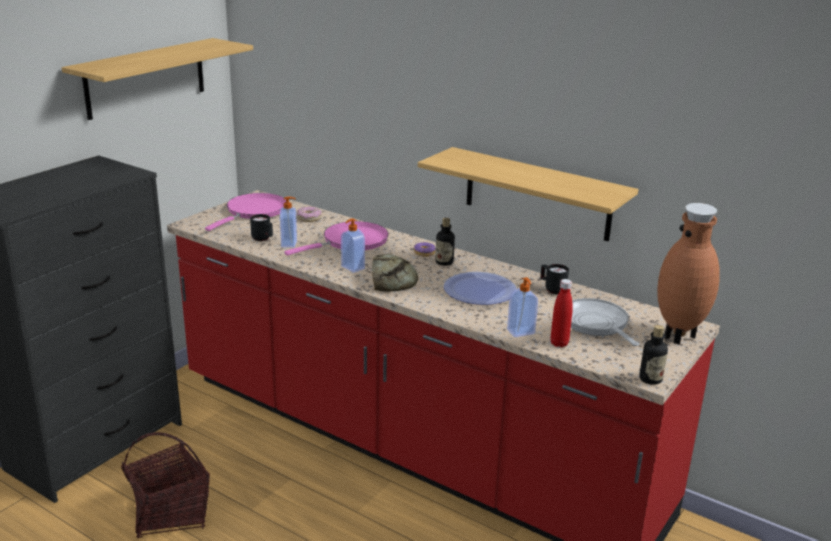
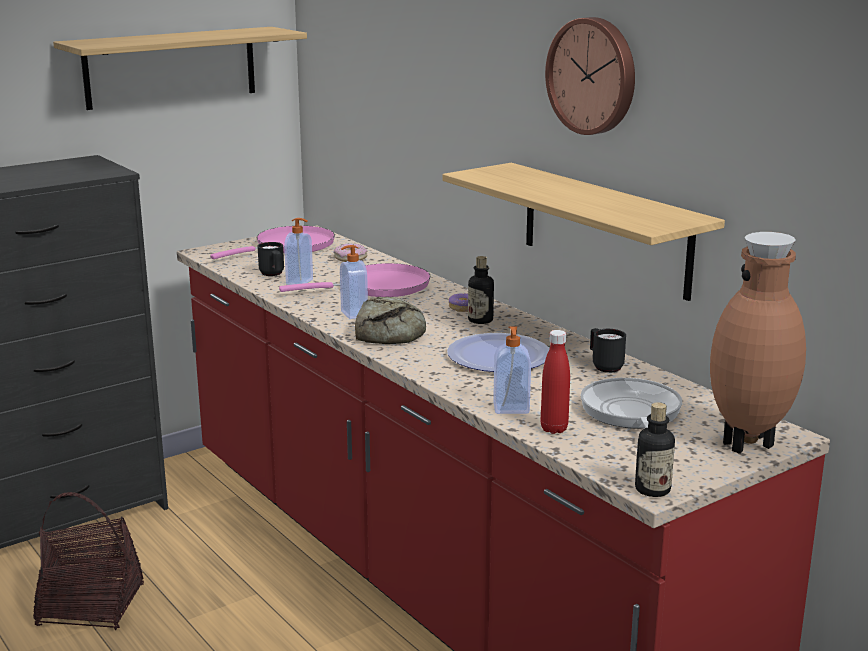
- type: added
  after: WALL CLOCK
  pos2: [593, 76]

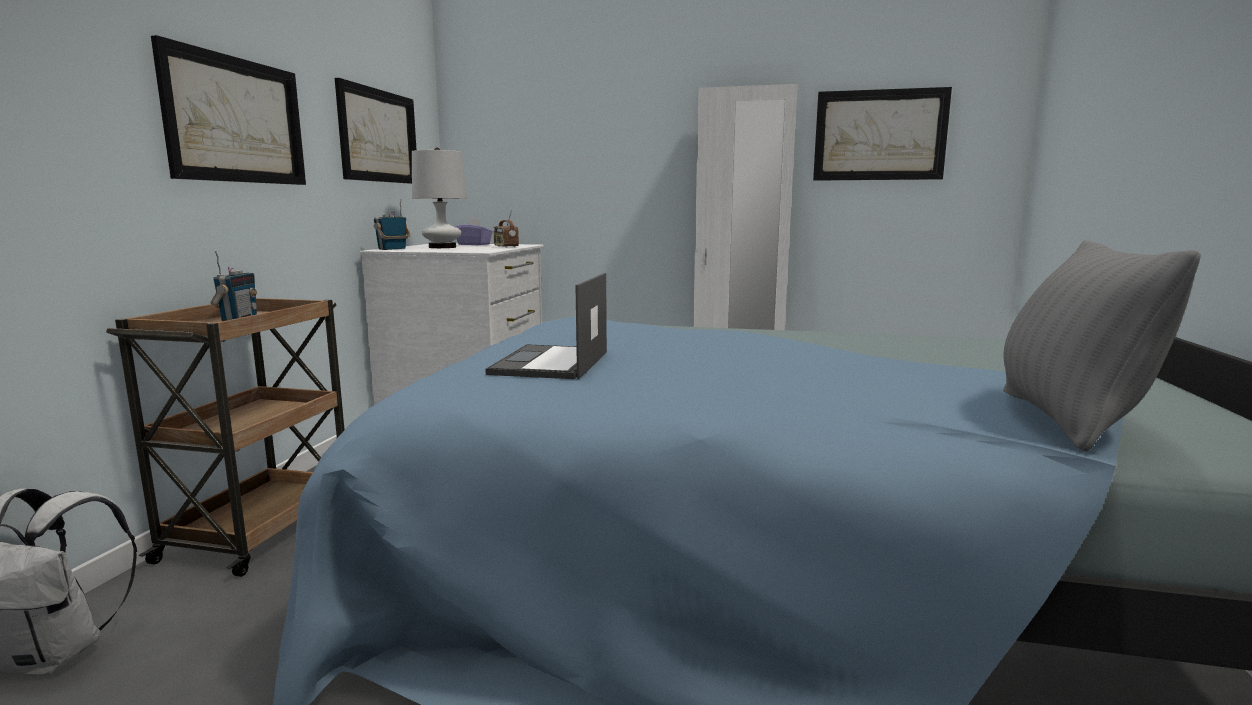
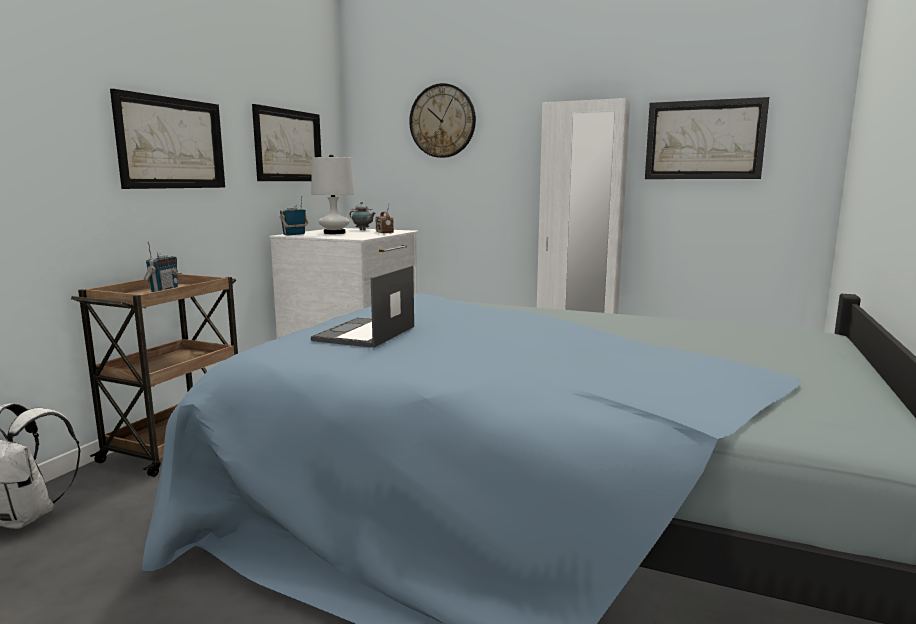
- type: replaced
  before: PURPLE TISSUE BOX
  after: TEAPOT
  pos1: [474, 244]
  pos2: [363, 230]
- type: added
  after: WALL CLOCK
  pos2: [442, 121]
- type: removed
  before: GREY PILLOW
  pos1: [1068, 420]

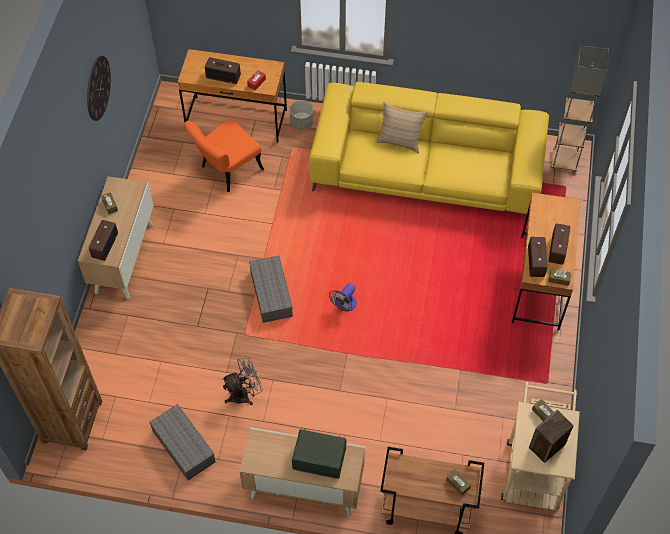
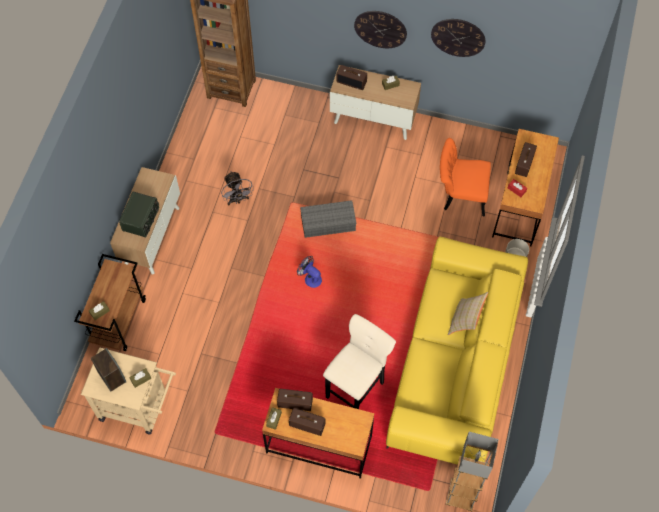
- type: added
  after: BEIGE STOOL
  pos2: [356, 387]
- type: added
  after: WALL CLOCK
  pos2: [380, 29]
- type: turned
  before: ORANGE CHAIR
  pos1: [227, 171]
  pos2: [460, 195]
  turn: -45
- type: removed
  before: GREY STORAGE BOX
  pos1: [182, 446]

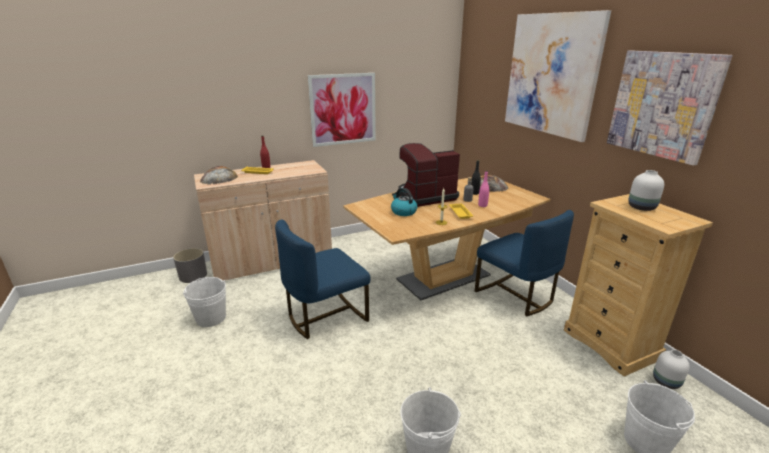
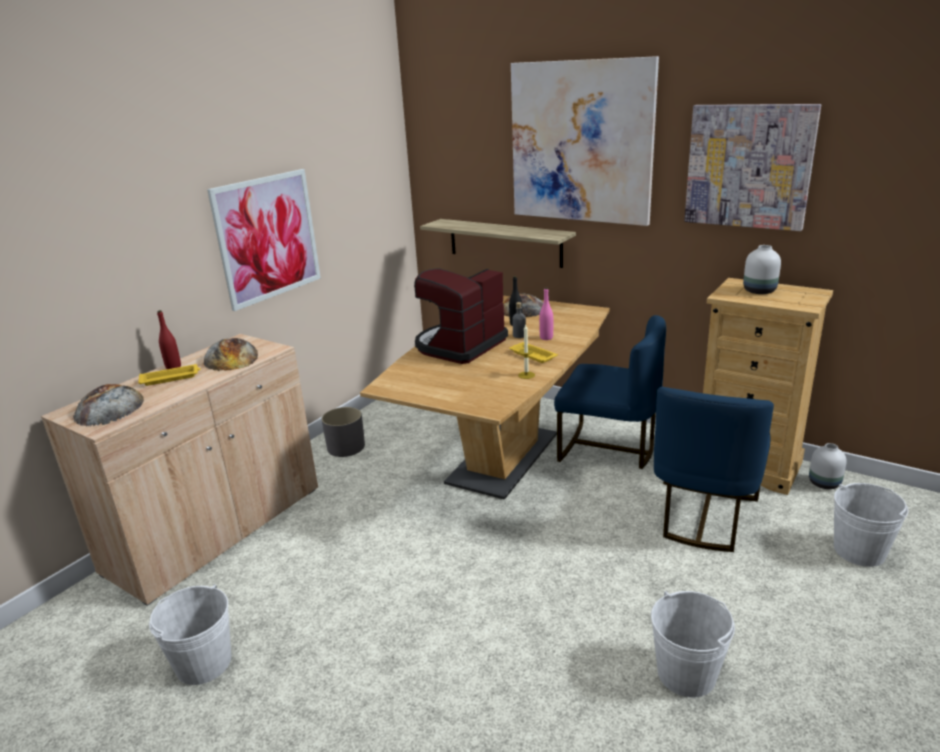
- type: added
  after: BREAD
  pos2: [231, 358]
- type: moved
  before: GREY PLANTER
  pos1: [193, 276]
  pos2: [346, 447]
- type: added
  after: SHELF
  pos2: [504, 242]
- type: moved
  before: BLUE CHAIR
  pos1: [325, 316]
  pos2: [703, 516]
- type: removed
  before: KETTLE
  pos1: [403, 212]

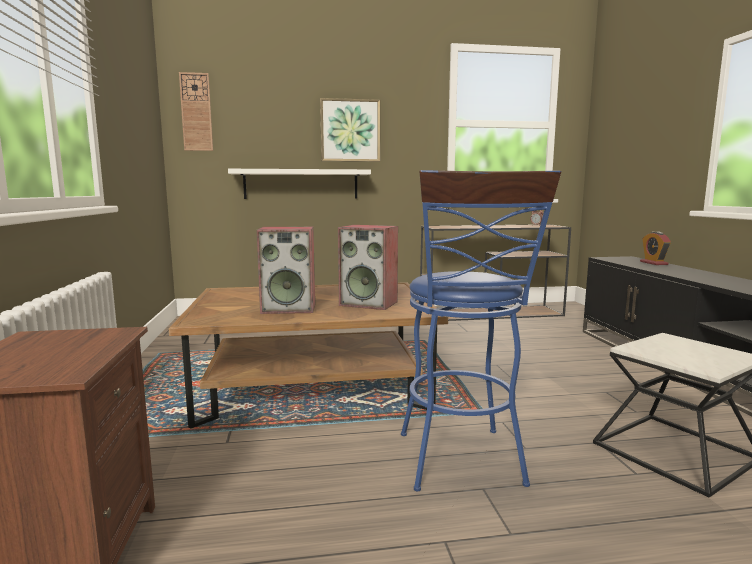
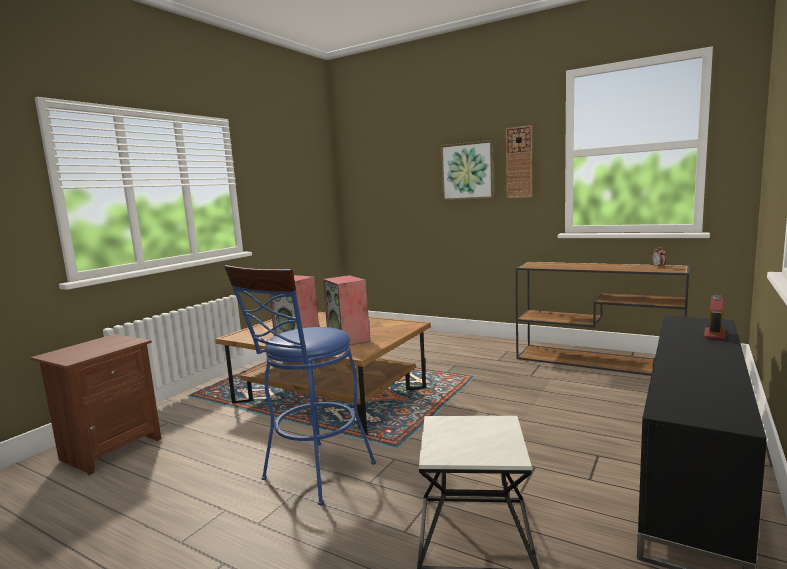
- type: moved
  before: WALL CLOCK
  pos1: [196, 112]
  pos2: [519, 162]
- type: removed
  before: WHITE SHELF
  pos1: [301, 184]

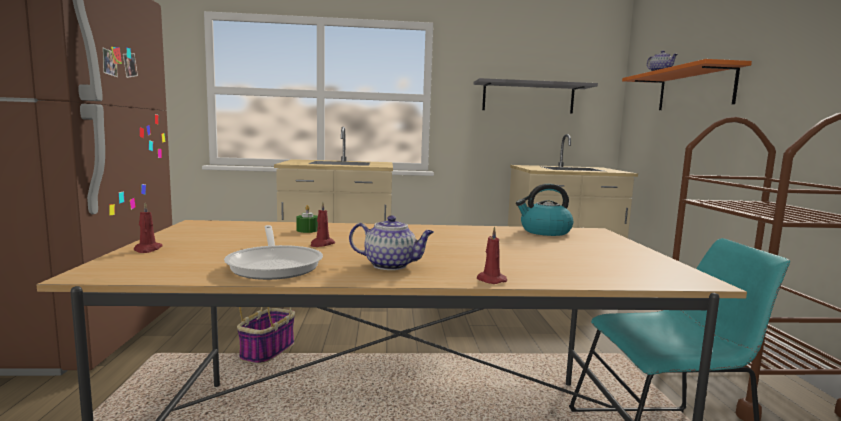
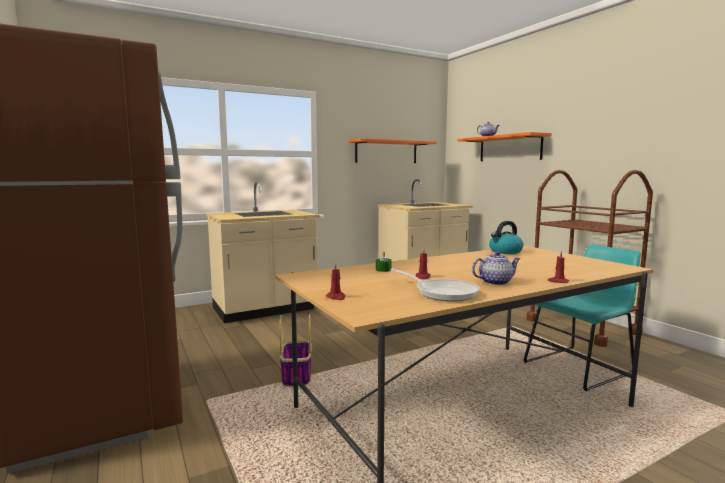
- type: recoloured
  before: GREY SHELF
  after: ORANGE SHELF
  pos1: [528, 97]
  pos2: [386, 152]

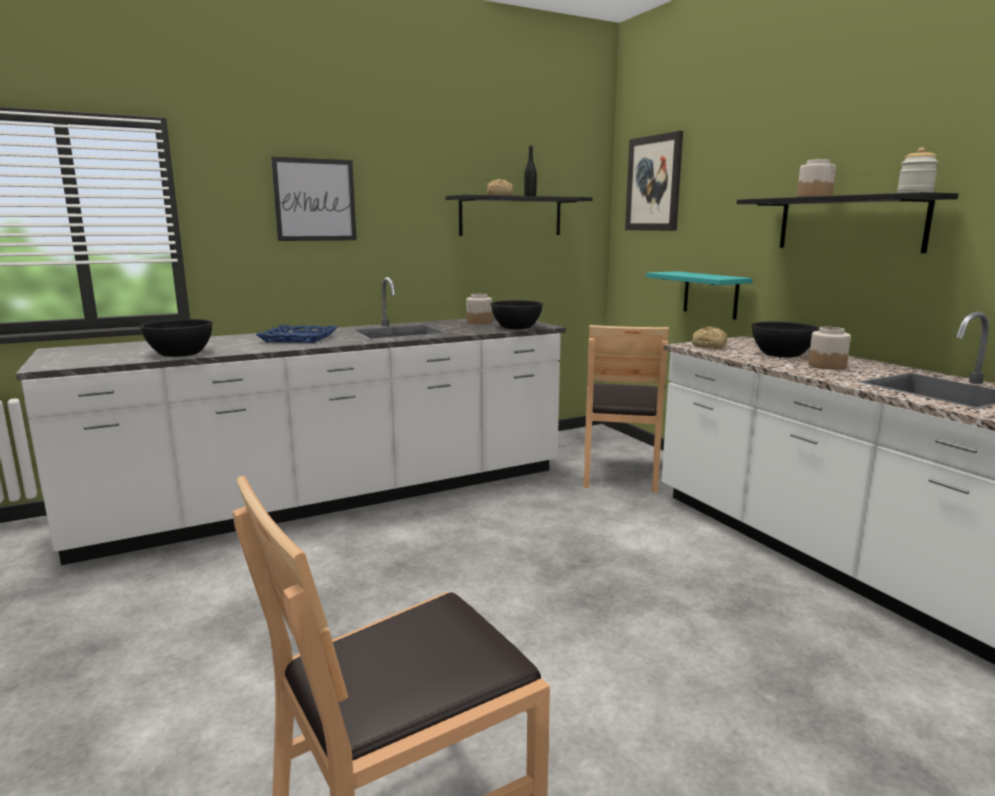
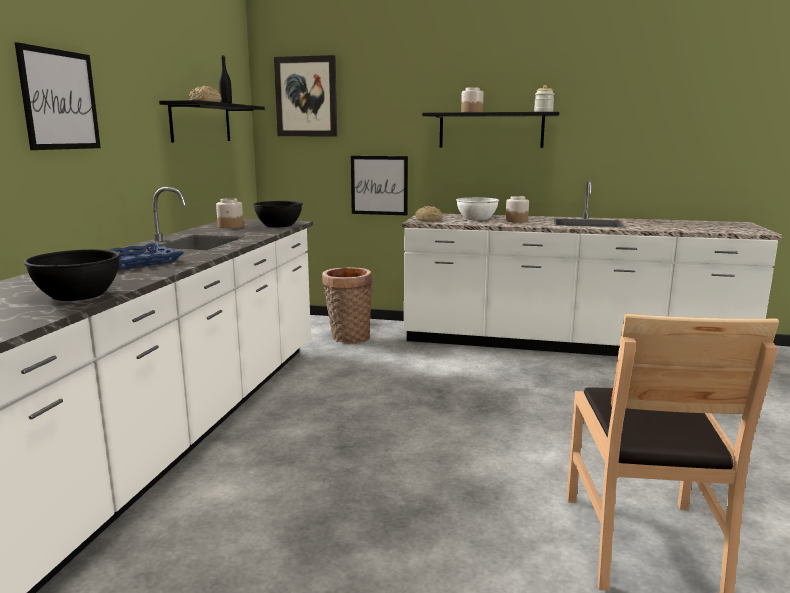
- type: replaced
  before: BROWN CHAIR
  after: BASKET
  pos1: [620, 473]
  pos2: [348, 338]
- type: replaced
  before: TURQUOISE SHELF
  after: PICTURE
  pos1: [710, 295]
  pos2: [379, 185]
- type: recoloured
  before: BLACK BOWL
  after: WHITE BOWL
  pos1: [781, 354]
  pos2: [476, 219]

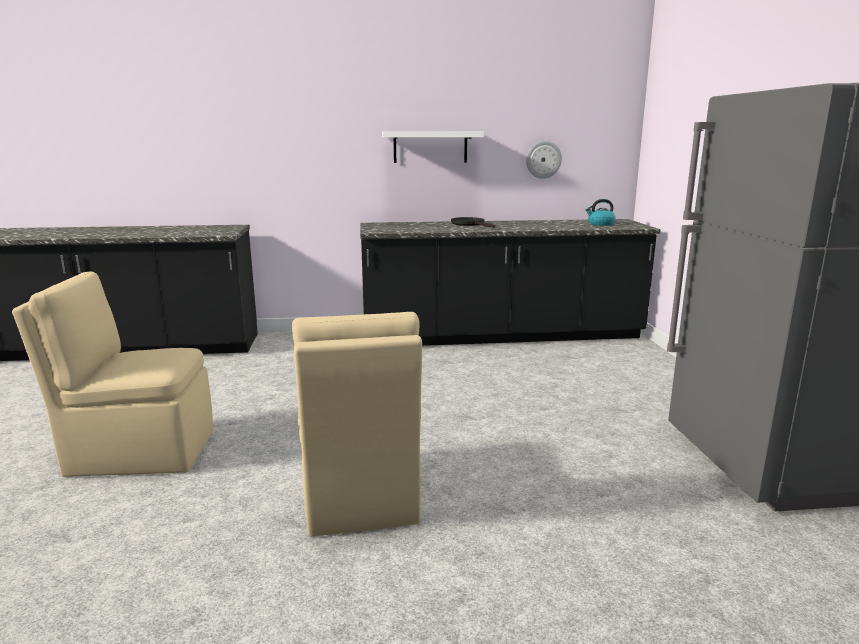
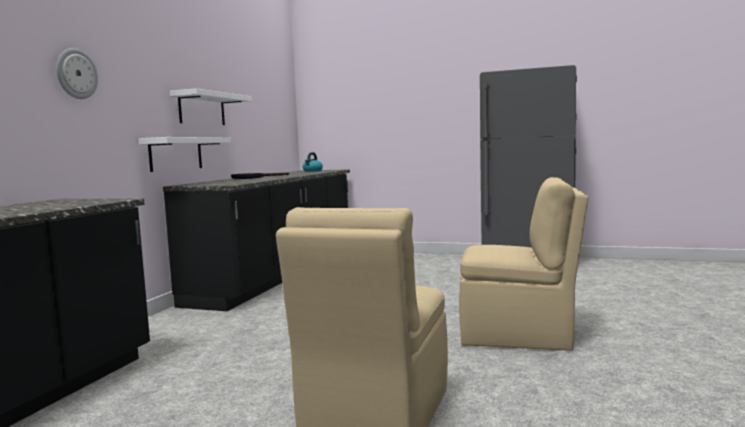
- type: moved
  before: WALL CLOCK
  pos1: [543, 159]
  pos2: [76, 74]
- type: added
  after: WHITE SHELF
  pos2: [176, 154]

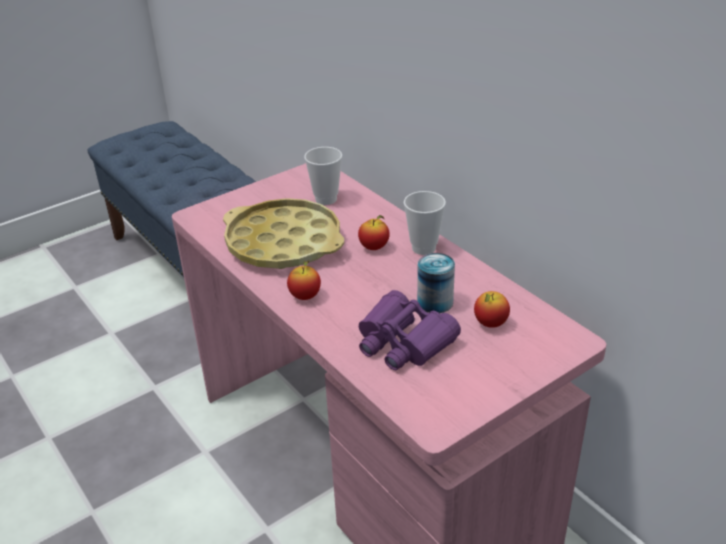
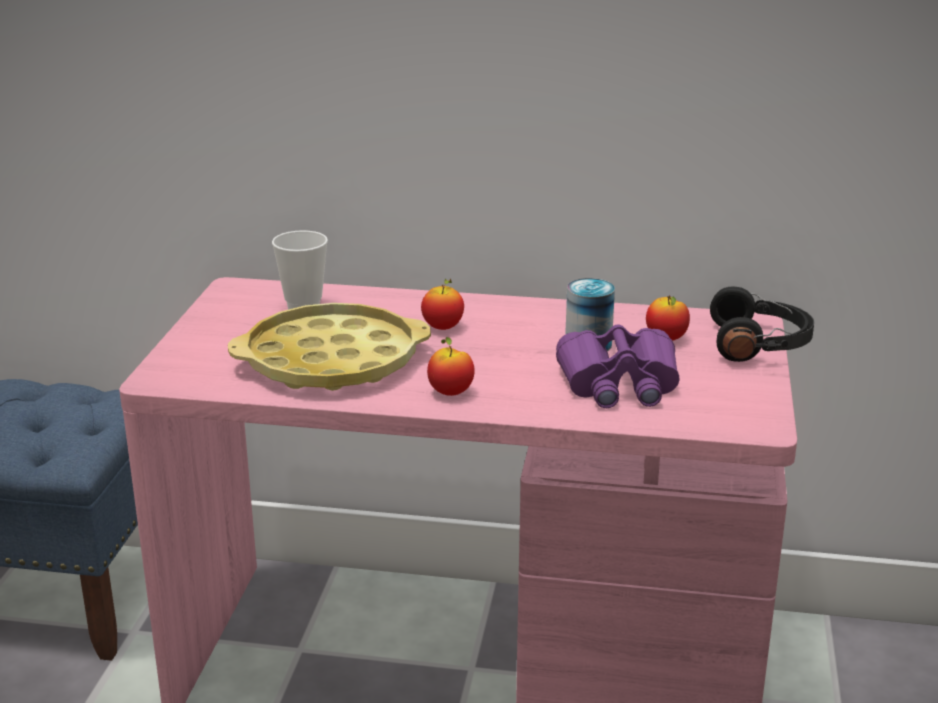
- type: added
  after: BLACK HEADPHONES
  pos2: [760, 344]
- type: removed
  before: CUP
  pos1: [423, 248]

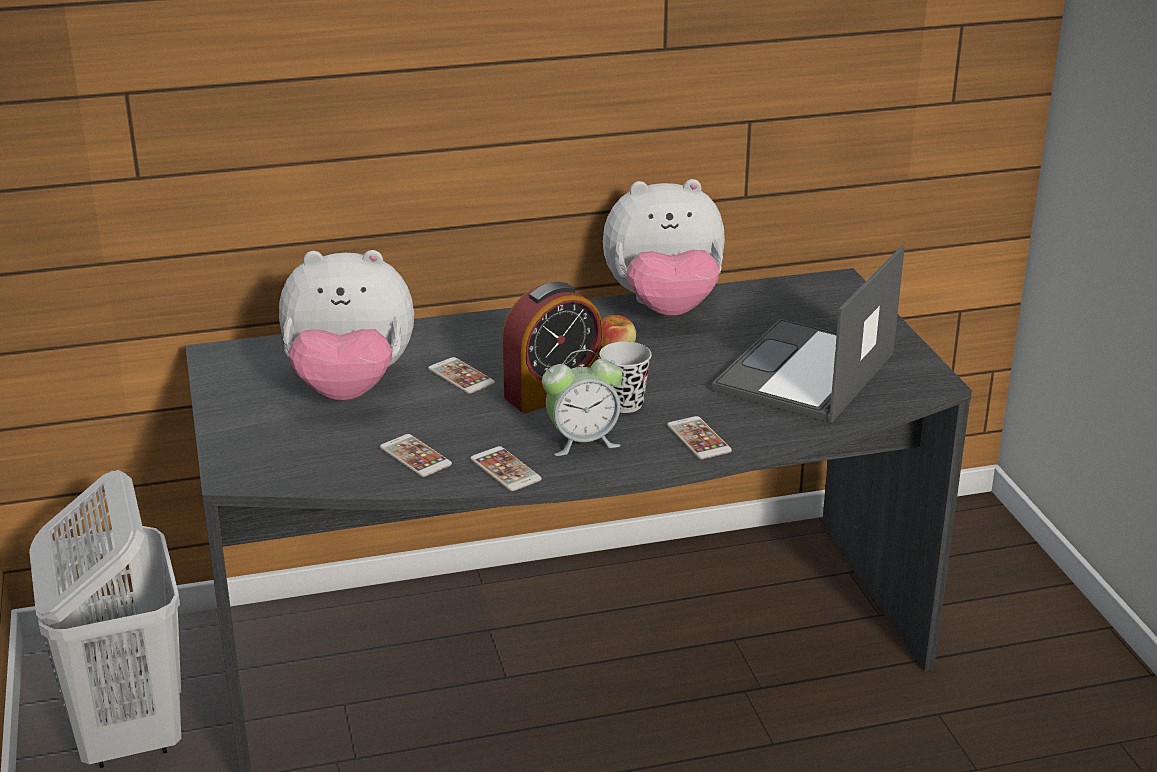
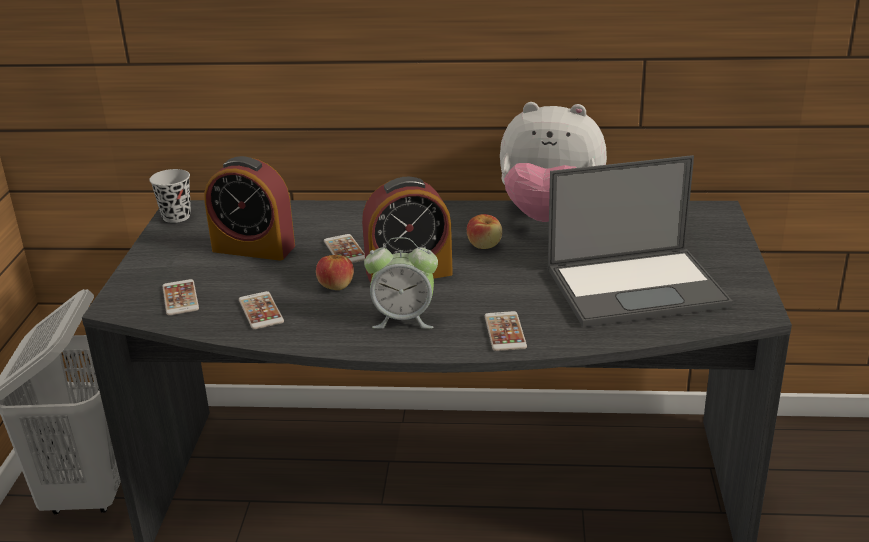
- type: moved
  before: BLACK CUP
  pos1: [624, 404]
  pos2: [176, 216]
- type: moved
  before: PHONE
  pos1: [505, 470]
  pos2: [180, 298]
- type: replaced
  before: PLUSH TOY
  after: ALARM CLOCK
  pos1: [349, 388]
  pos2: [253, 248]
- type: added
  after: APPLE
  pos2: [336, 285]
- type: turned
  before: LAPTOP
  pos1: [804, 373]
  pos2: [637, 287]
  turn: -150

